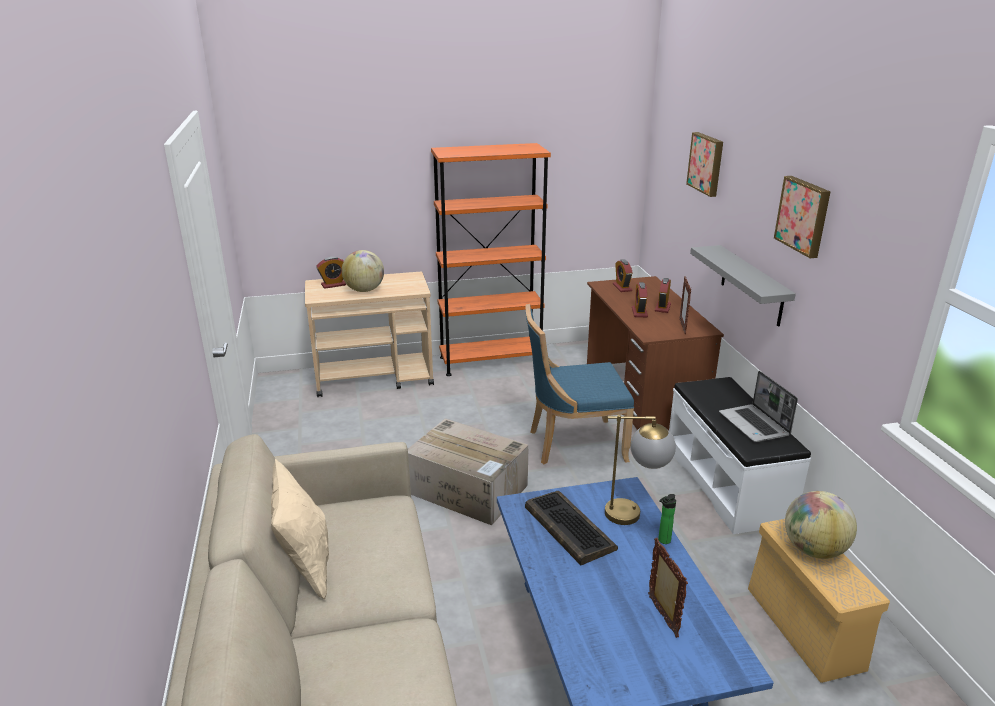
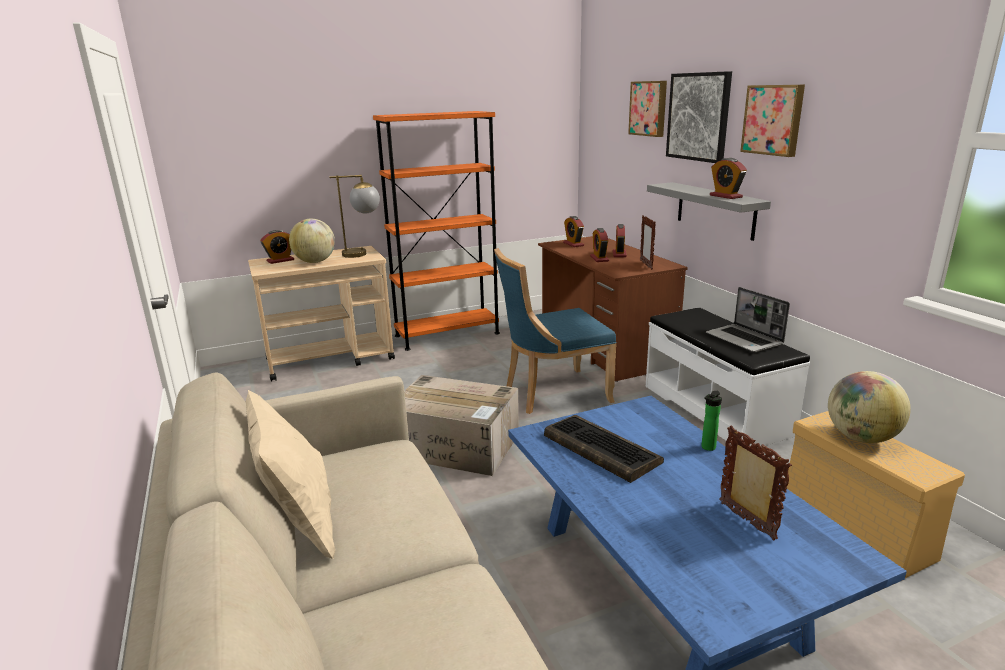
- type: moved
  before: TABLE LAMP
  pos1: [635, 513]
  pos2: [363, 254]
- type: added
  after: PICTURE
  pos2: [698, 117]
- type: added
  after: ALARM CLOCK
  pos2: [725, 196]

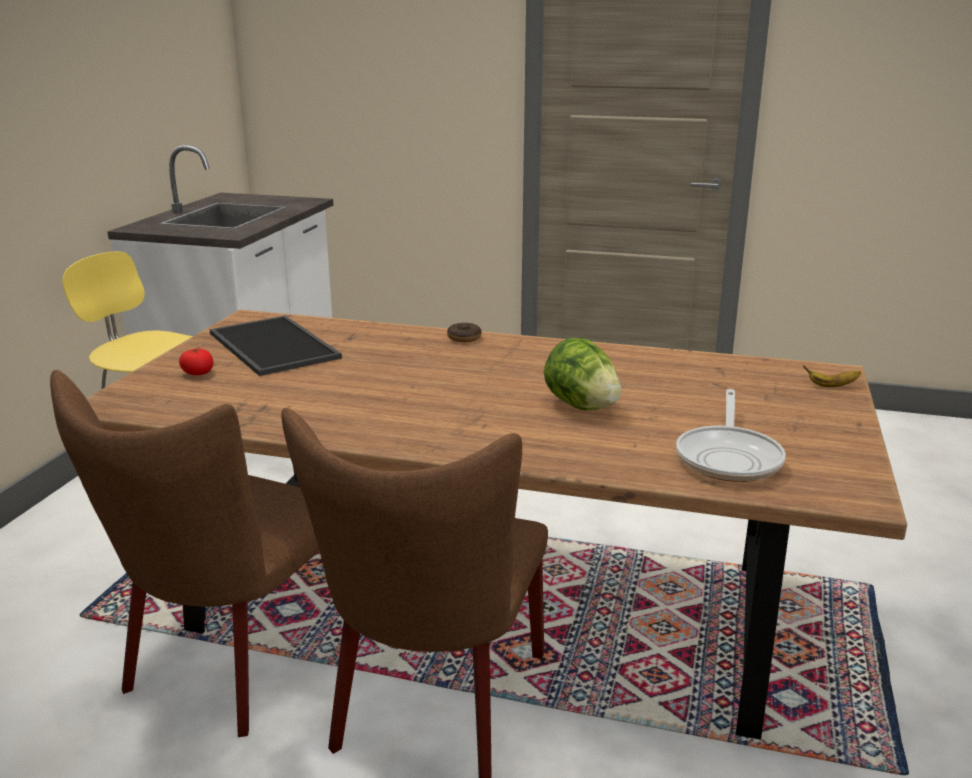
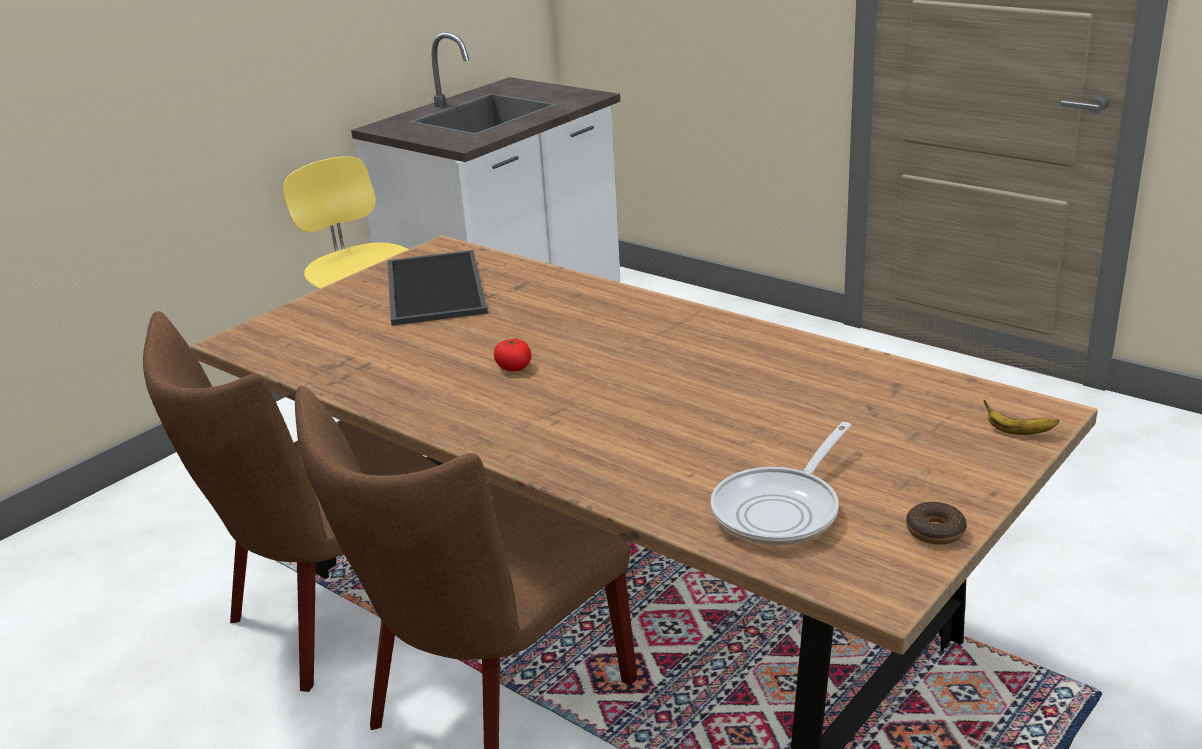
- type: moved
  before: TOMATO
  pos1: [198, 373]
  pos2: [514, 367]
- type: moved
  before: DONUT
  pos1: [464, 338]
  pos2: [935, 531]
- type: removed
  before: LETTUCE
  pos1: [581, 406]

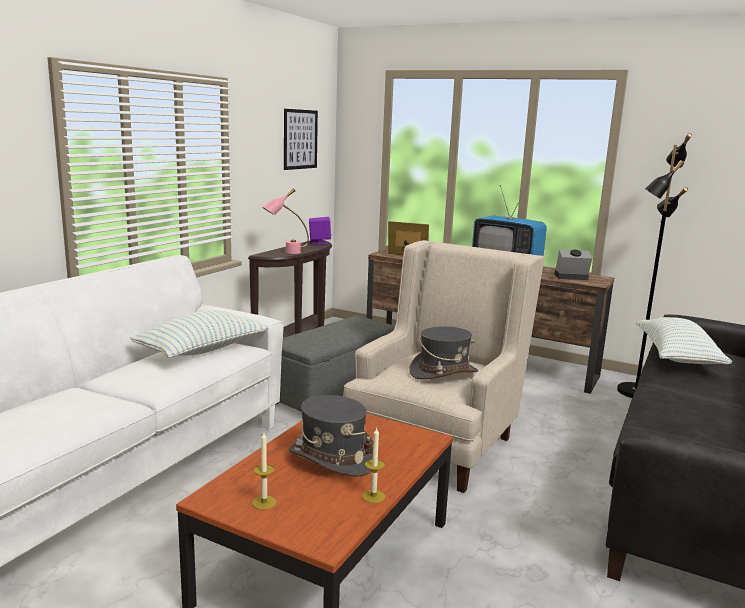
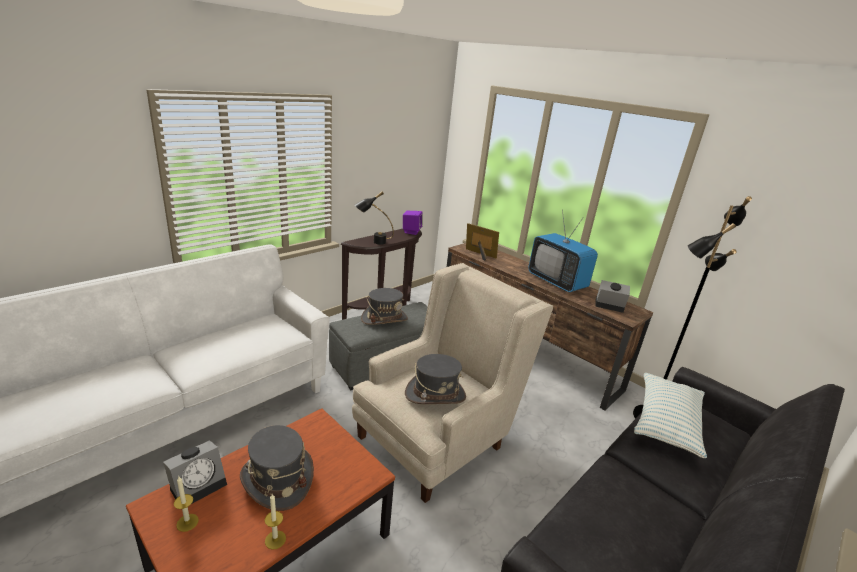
- type: added
  after: ALARM CLOCK
  pos2: [199, 484]
- type: recoloured
  before: PINK TABLE LAMP
  after: BLACK TABLE LAMP
  pos1: [286, 252]
  pos2: [373, 242]
- type: added
  after: GREY HAT
  pos2: [384, 318]
- type: removed
  before: PILLOW
  pos1: [202, 350]
- type: removed
  before: PICTURE
  pos1: [300, 139]

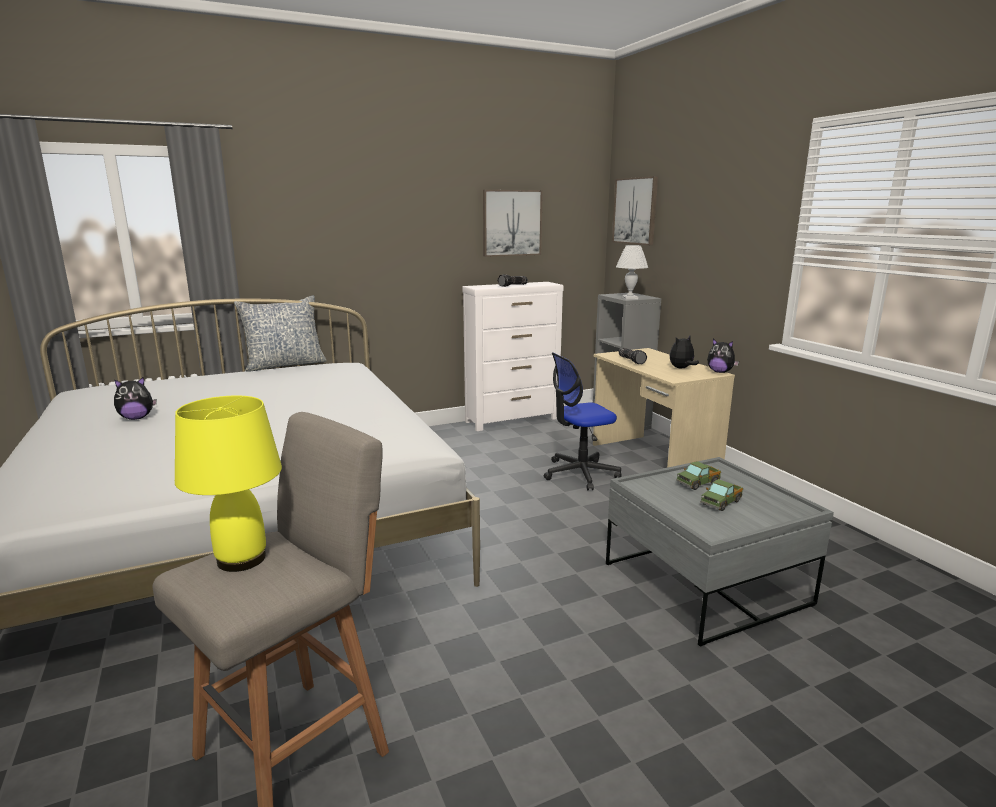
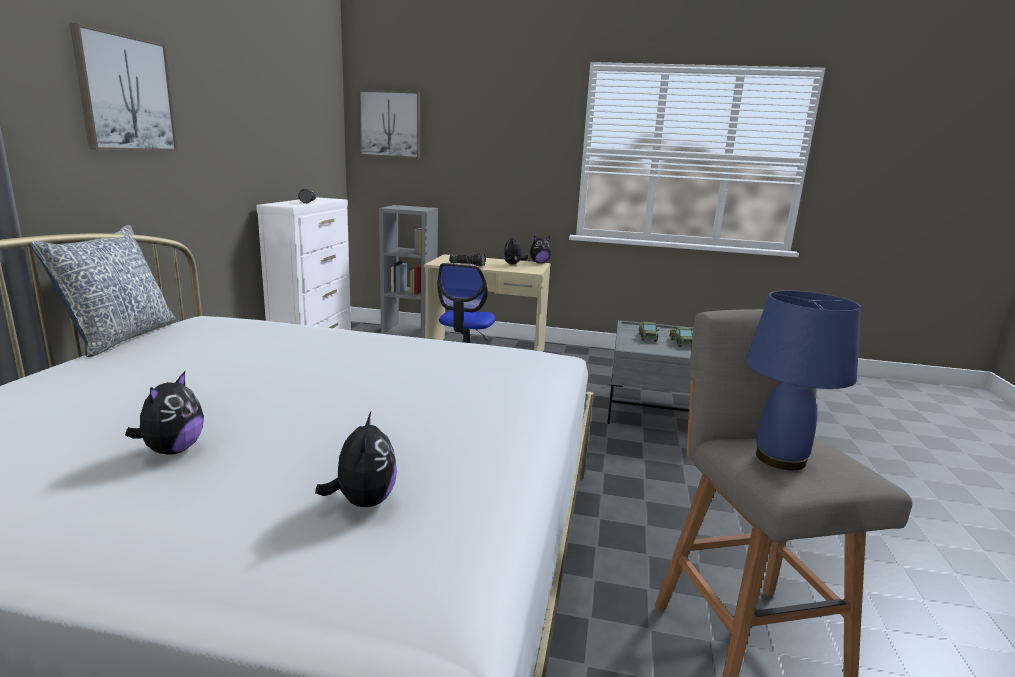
- type: moved
  before: PICTURE
  pos1: [512, 223]
  pos2: [126, 93]
- type: added
  after: PLUSH TOY
  pos2: [363, 502]
- type: recoloured
  before: YELLOW TABLE LAMP
  after: BLUE TABLE LAMP
  pos1: [240, 559]
  pos2: [781, 459]
- type: removed
  before: WHITE TABLE LAMP
  pos1: [630, 298]

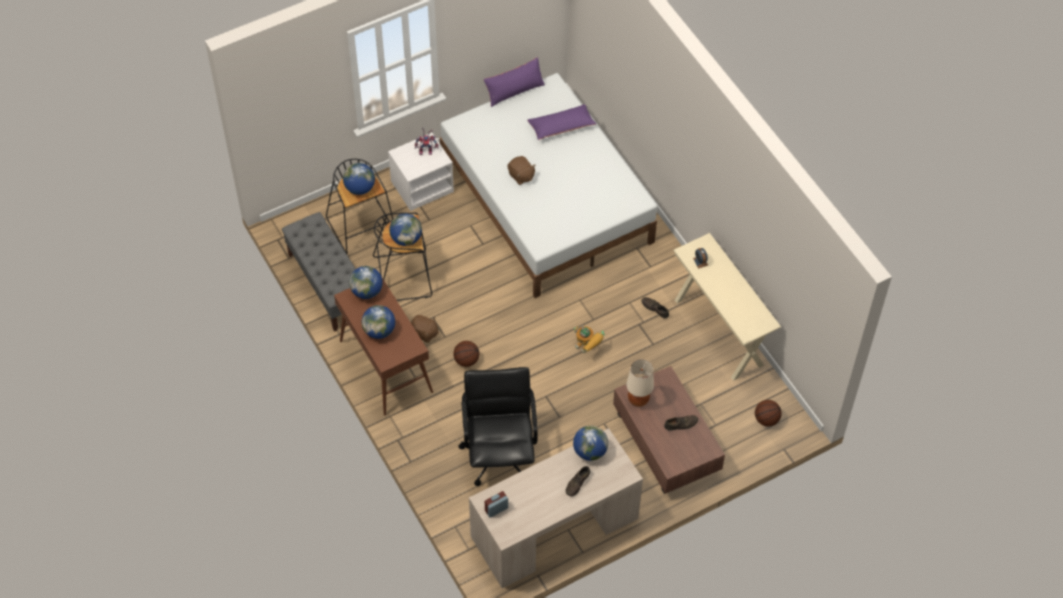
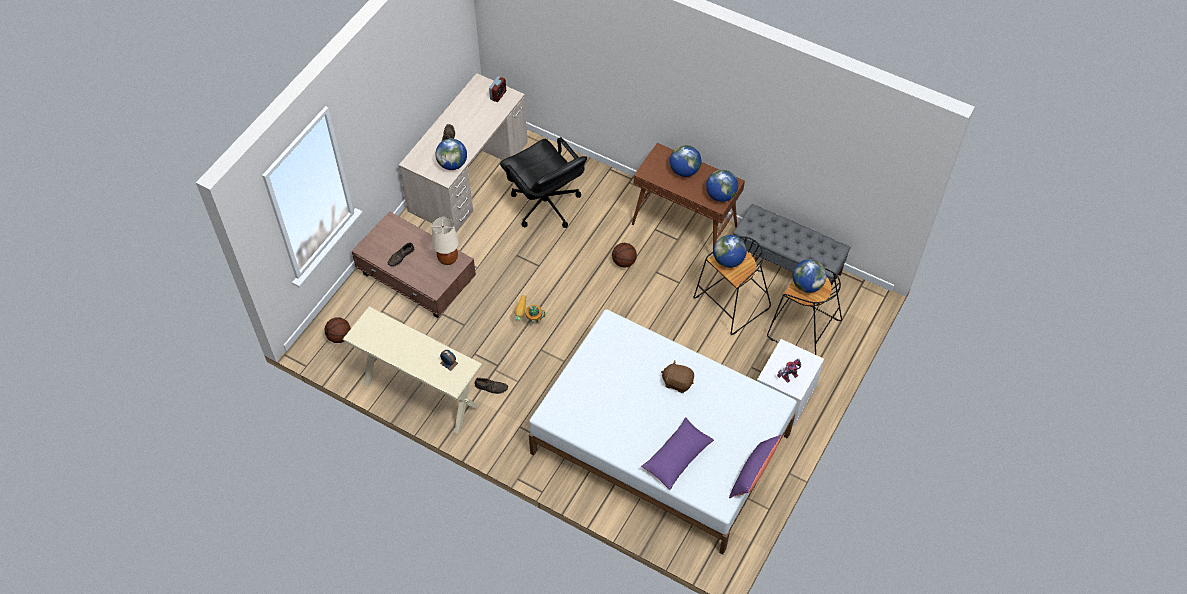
- type: removed
  before: BROWN PLUSH TOY
  pos1: [423, 333]

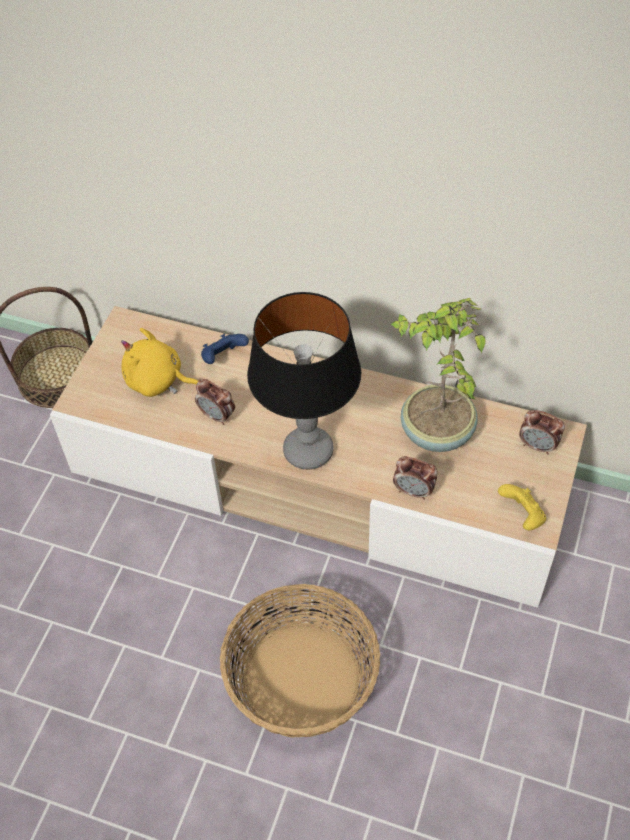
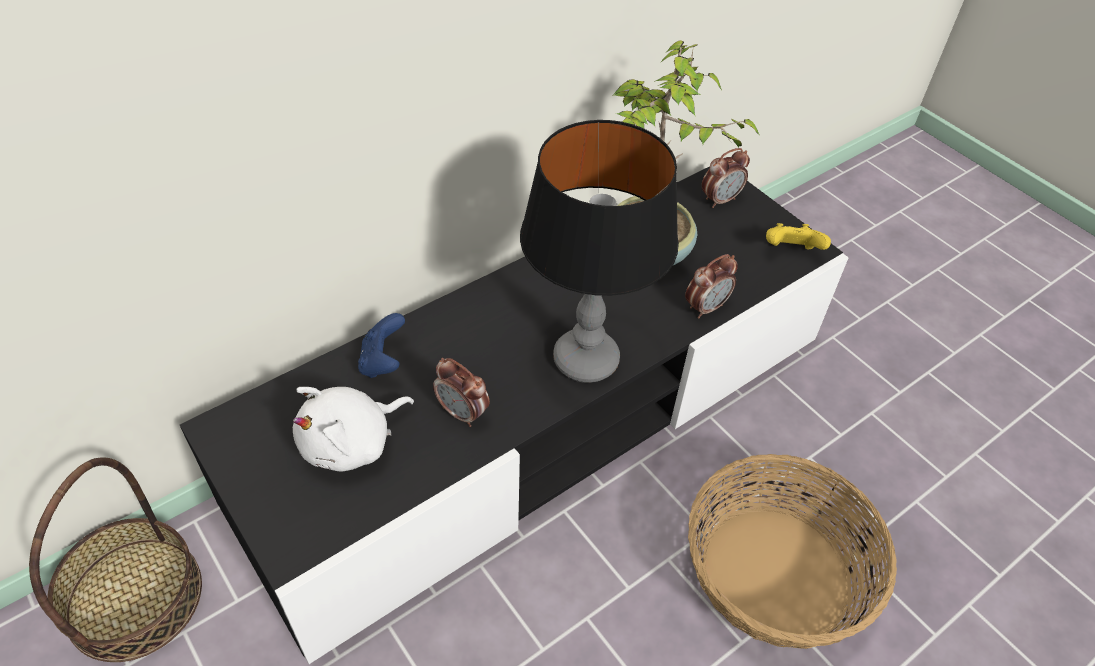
- type: recoloured
  before: BEIGE TV STAND
  after: BLACK TV STAND
  pos1: [317, 481]
  pos2: [542, 419]
- type: recoloured
  before: YELLOW PLUSH TOY
  after: WHITE PLUSH TOY
  pos1: [158, 381]
  pos2: [352, 443]
- type: turned
  before: ALARM CLOCK
  pos1: [217, 416]
  pos2: [462, 413]
  turn: 60

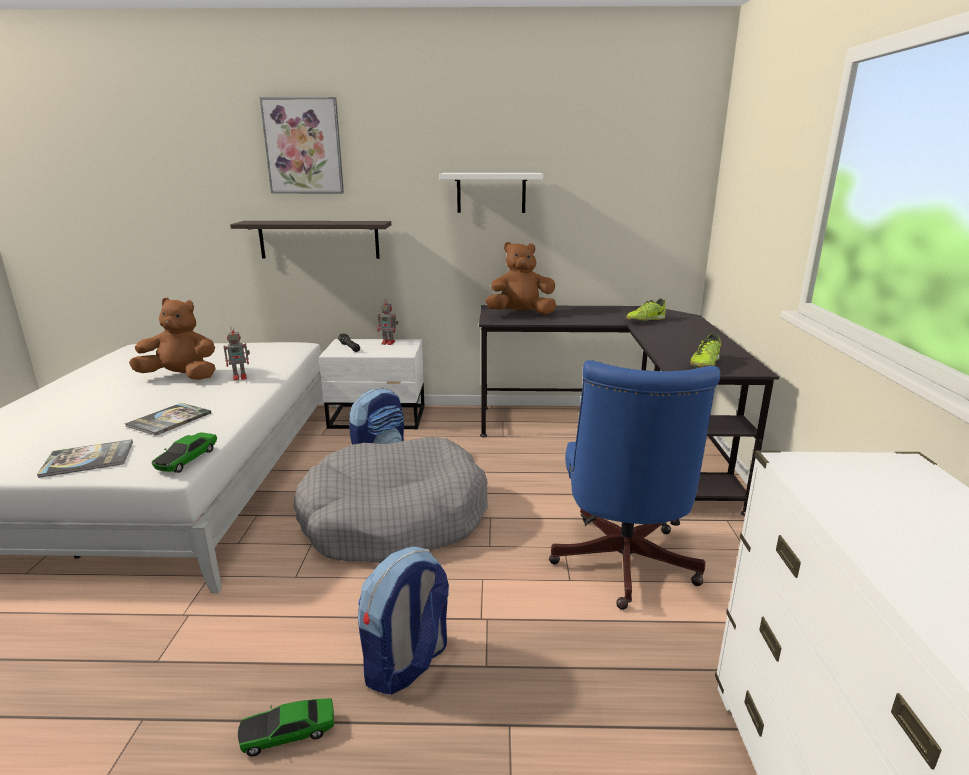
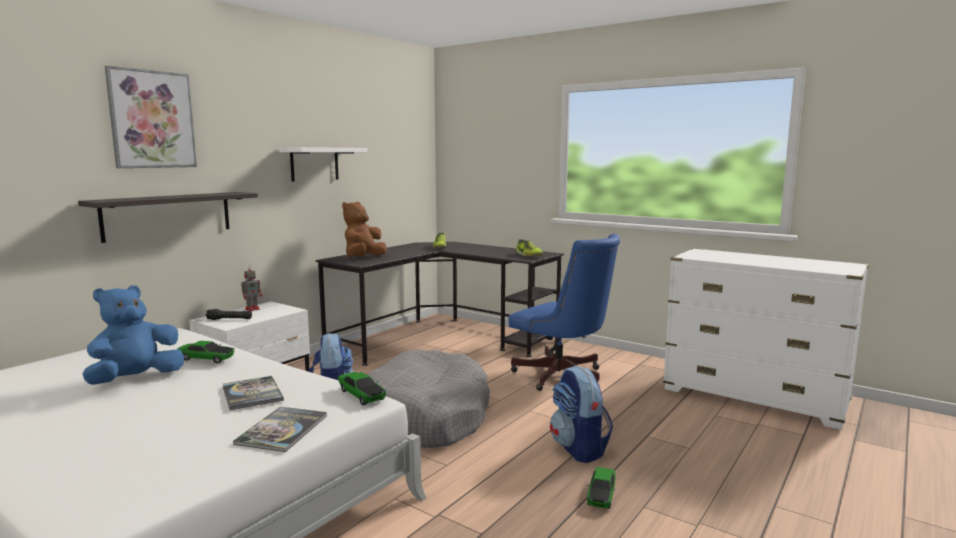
- type: recoloured
  before: BROWN PLUSH TOY
  after: BLUE PLUSH TOY
  pos1: [181, 377]
  pos2: [136, 379]
- type: replaced
  before: TOY ROBOT
  after: TOY CAR
  pos1: [241, 377]
  pos2: [206, 359]

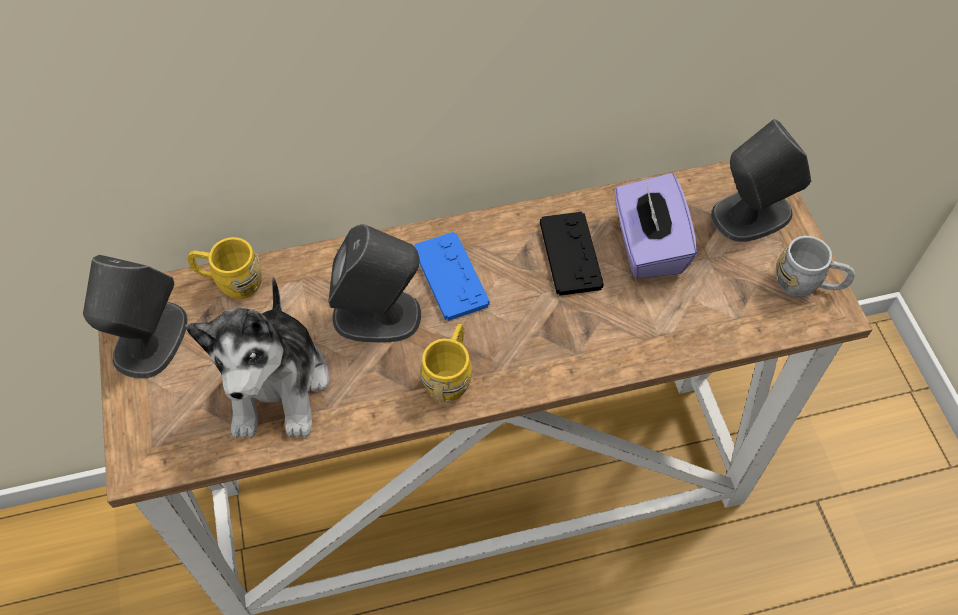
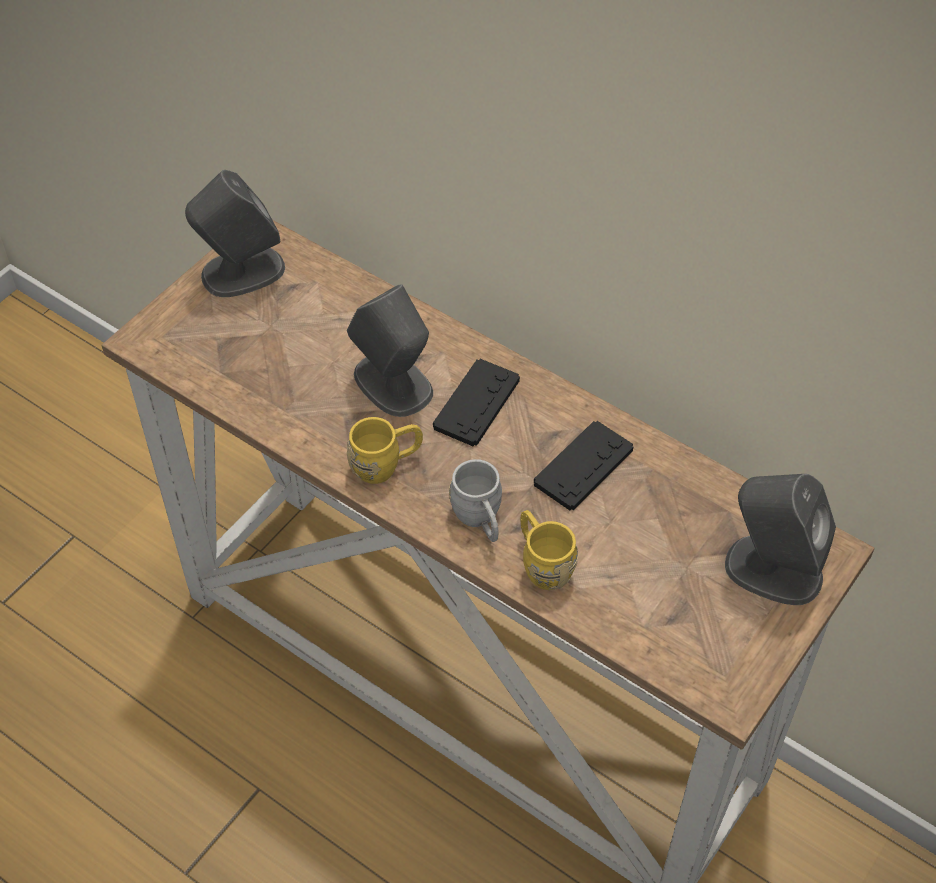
- type: recoloured
  before: BLUE GAME CONTROLLER
  after: BLACK GAME CONTROLLER
  pos1: [451, 277]
  pos2: [476, 403]
- type: moved
  before: GREY MUG
  pos1: [806, 285]
  pos2: [480, 520]
- type: moved
  before: YELLOW MUG
  pos1: [230, 282]
  pos2: [542, 564]
- type: removed
  before: PLUSH TOY
  pos1: [277, 385]
- type: removed
  before: PURPLE TISSUE BOX
  pos1: [647, 246]

